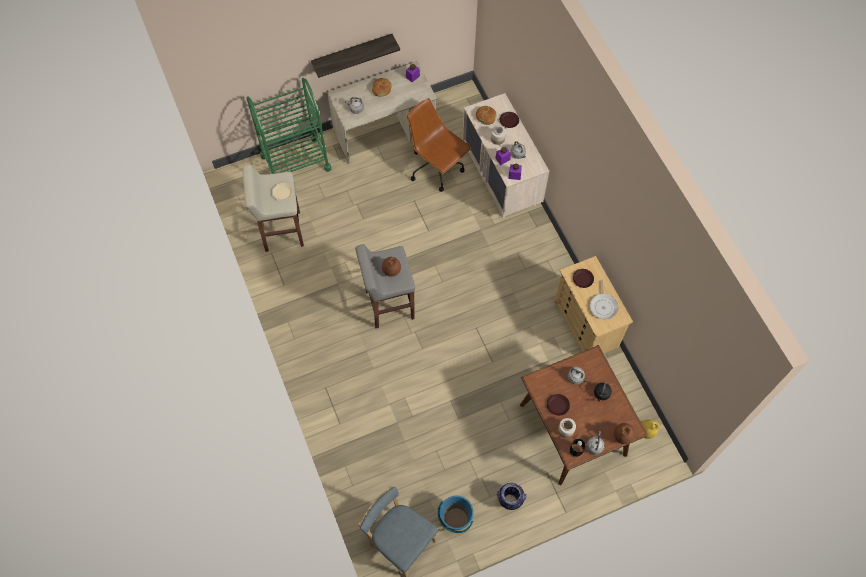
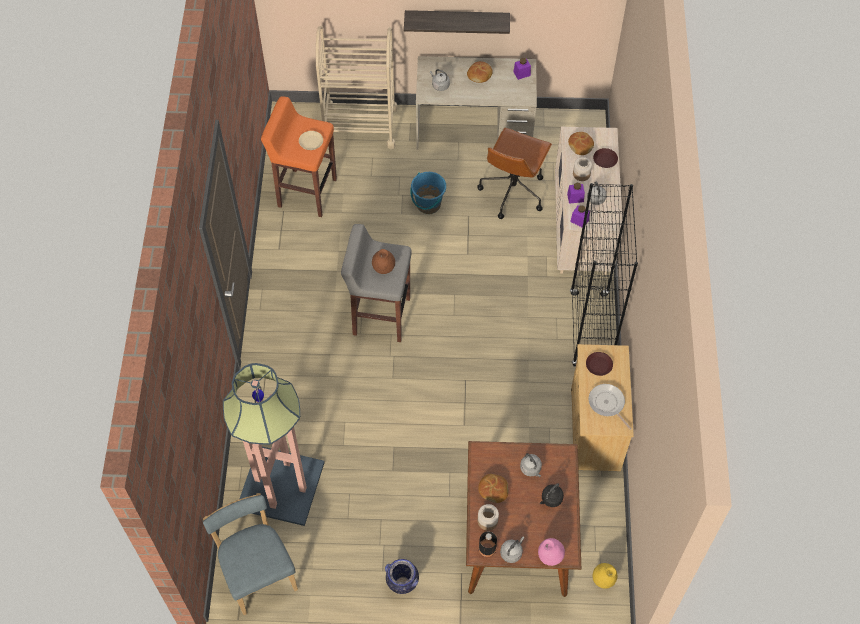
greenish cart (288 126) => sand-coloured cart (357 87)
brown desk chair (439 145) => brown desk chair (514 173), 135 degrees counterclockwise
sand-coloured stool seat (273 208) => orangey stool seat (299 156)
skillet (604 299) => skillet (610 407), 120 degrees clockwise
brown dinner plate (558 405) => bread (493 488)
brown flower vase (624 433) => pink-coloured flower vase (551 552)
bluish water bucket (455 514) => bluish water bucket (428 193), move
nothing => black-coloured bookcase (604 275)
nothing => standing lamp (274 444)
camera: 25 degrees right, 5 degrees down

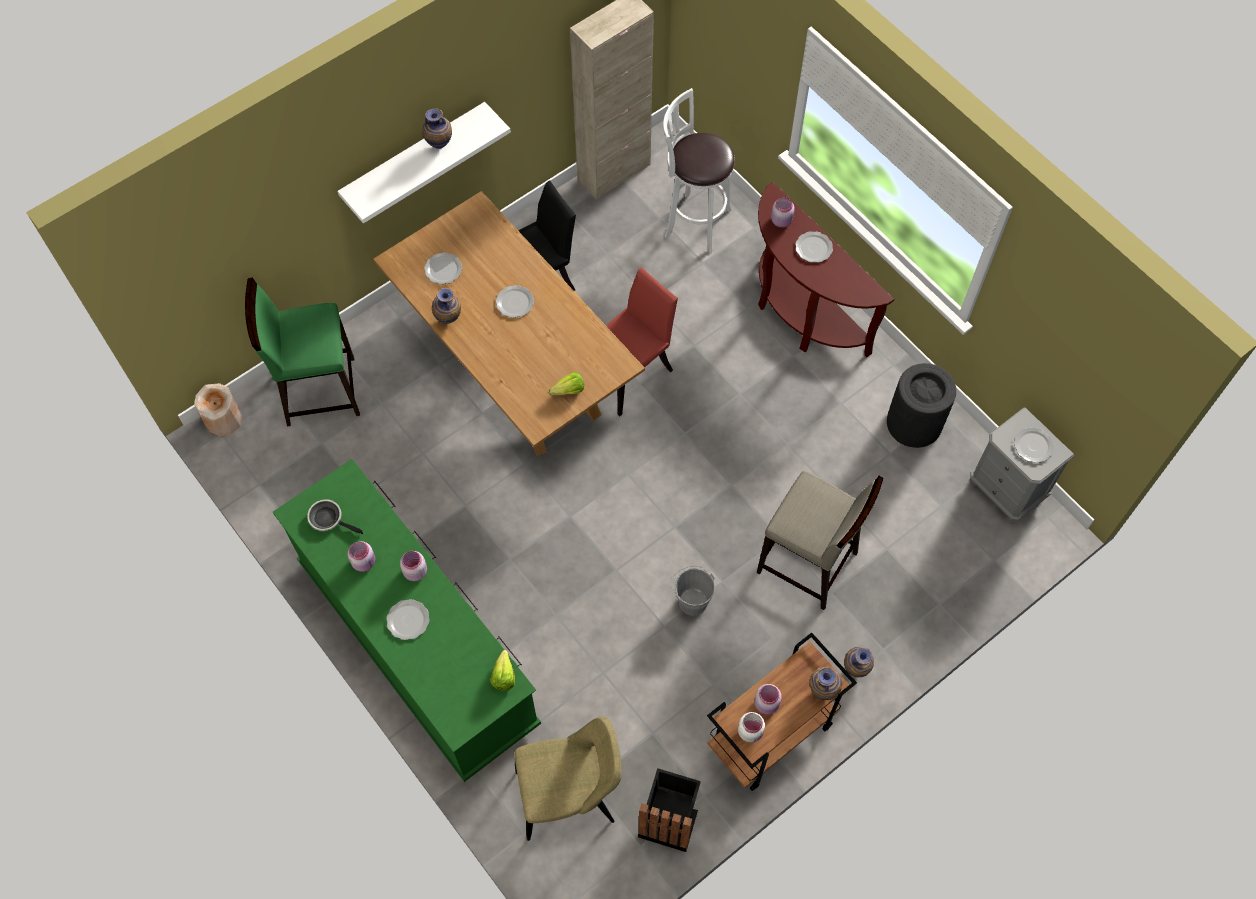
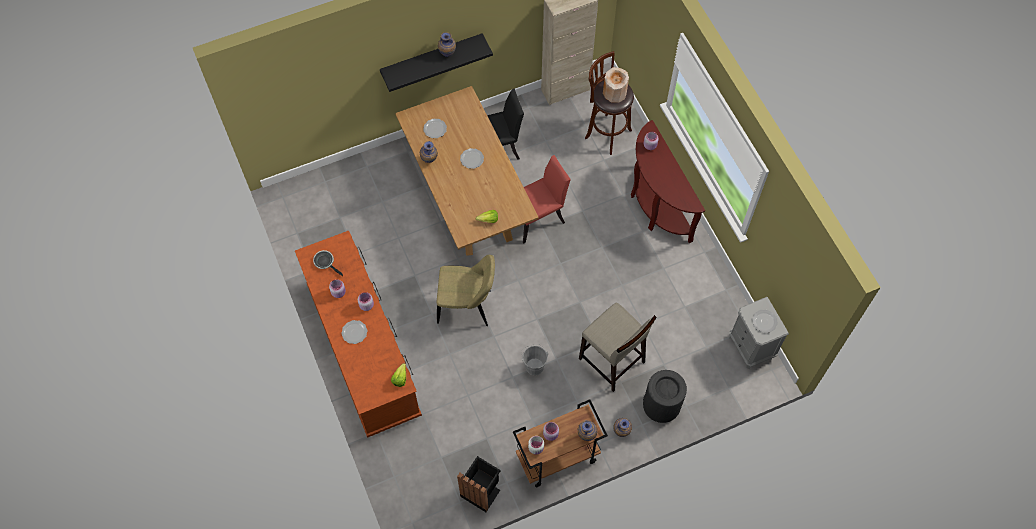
white-coloured stool seat (699 170) => brown stool seat (609 103)
white-coloured bracket shelf (424 162) => black-coloured bracket shelf (436 62)
dinner plate (814 247) => nothing
greenish stool seat (302 351) => nothing
black-coloured rubbish bin (921 405) => black-coloured rubbish bin (665 396), move
sand-coloured flower vase (218 410) => sand-coloured flower vase (616 85), move
greenish dresser (407 620) => brown dresser (358 334)
sand-coloured chair (568 779) => sand-coloured chair (466 290), move
camera: 15 degrees right, 0 degrees up

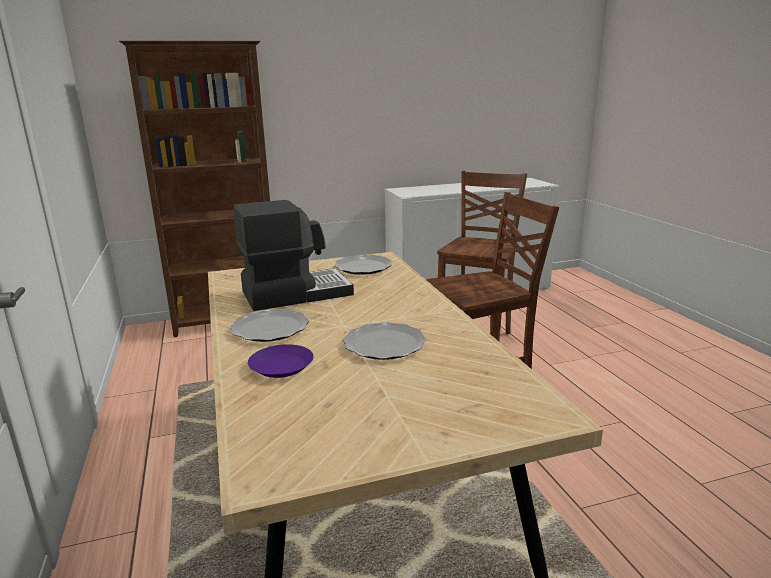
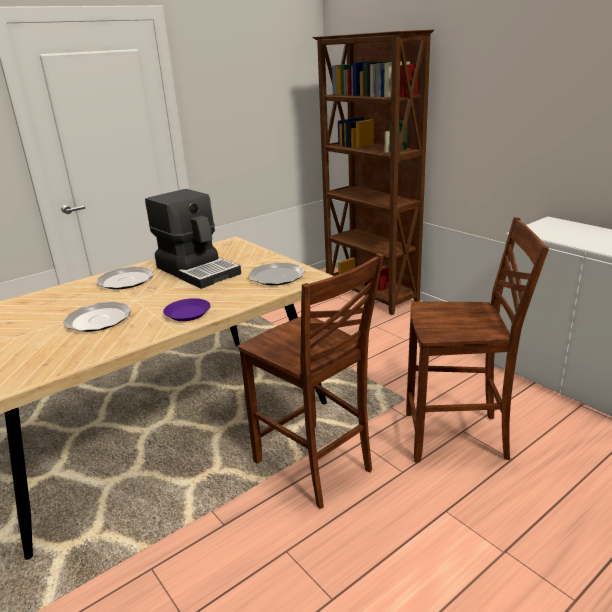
purple-coloured dinner plate (281 361) => purple-coloured dinner plate (187 309), move
camera: 70 degrees right, 5 degrees up

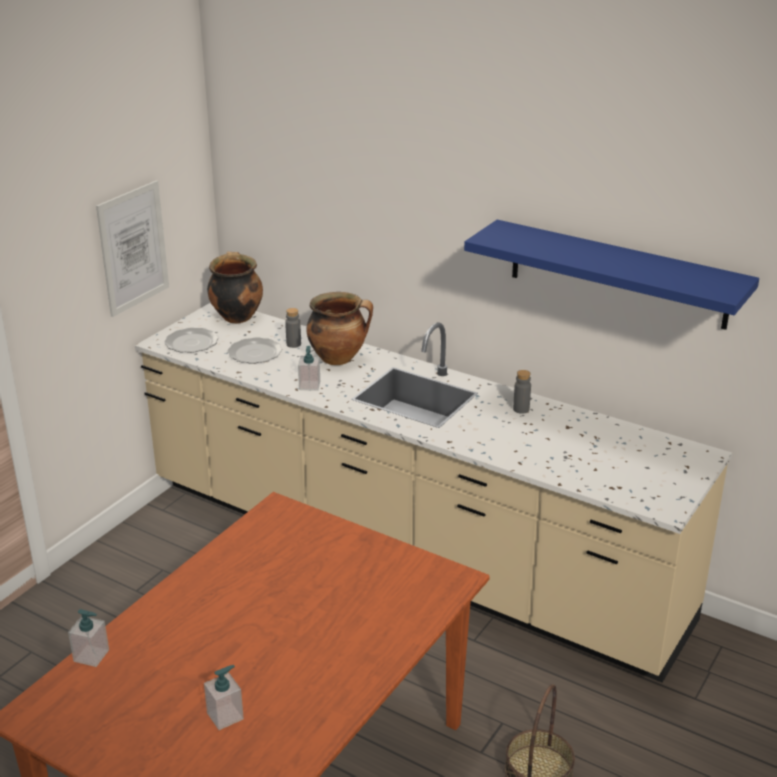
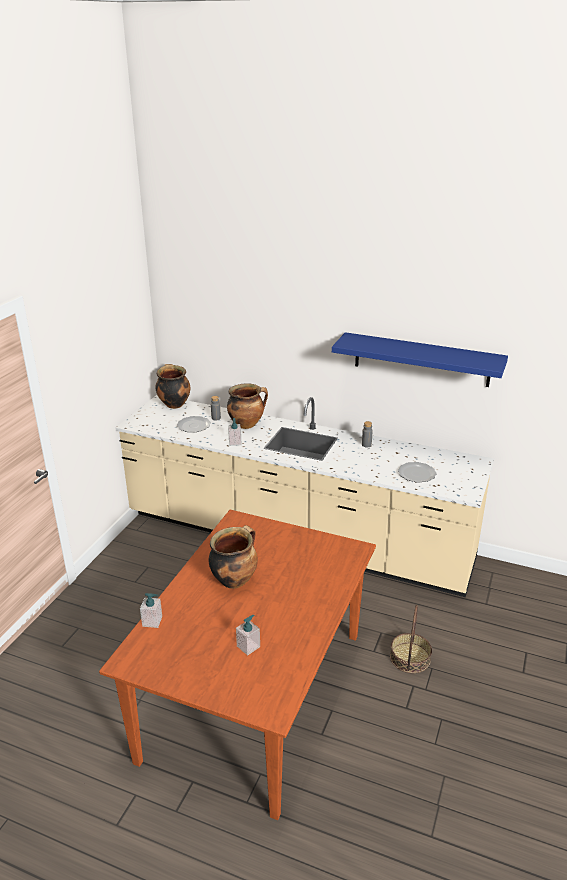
wall picture (132 248) => nothing
dinner plate (191 340) => dinner plate (417 472), move
nothing => stockpot (233 557)
camera: 10 degrees left, 0 degrees up

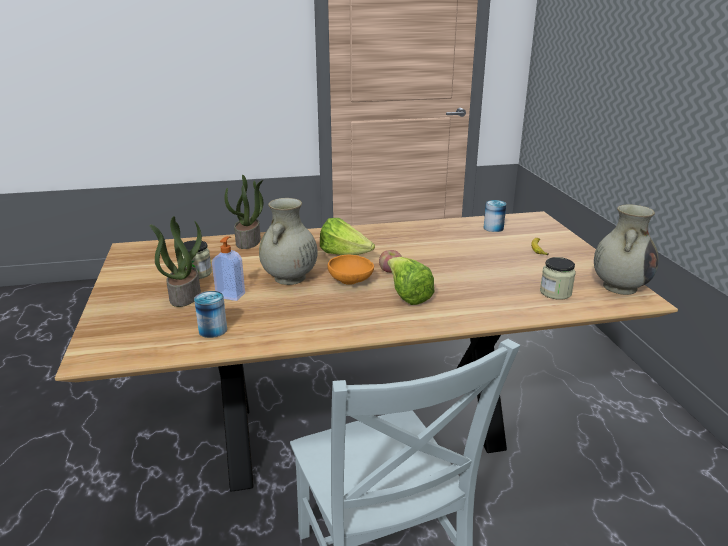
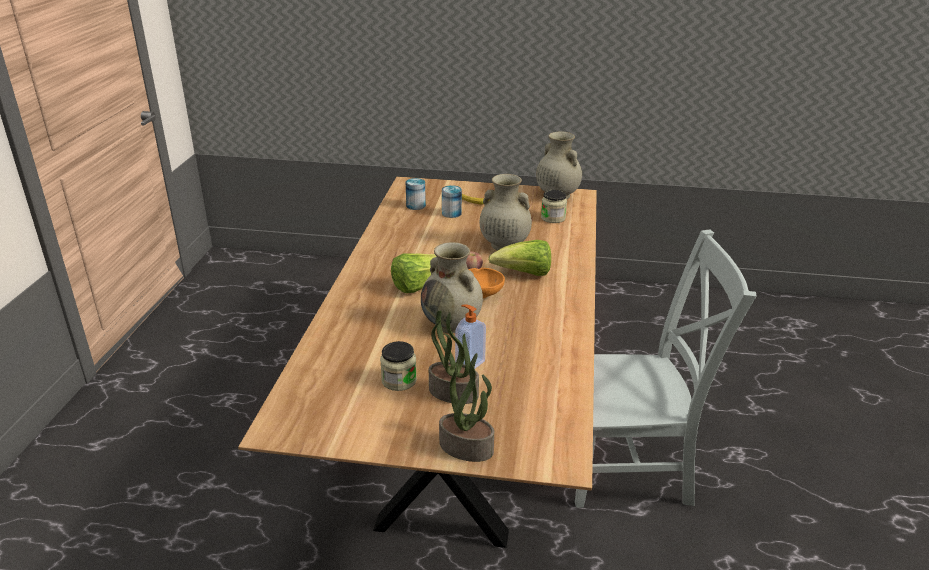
houseplant (243 212) => houseplant (466 407), move
sealed can (210 314) => sealed can (452 201), move
nothing => sand-coloured flower vase (506 212)
camera: 70 degrees left, 5 degrees up

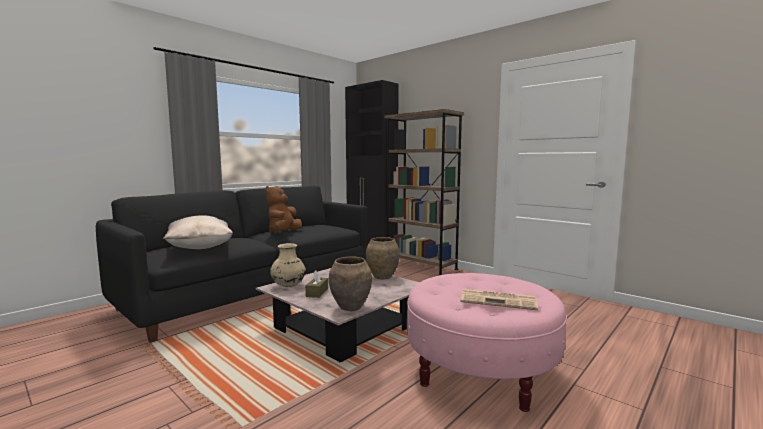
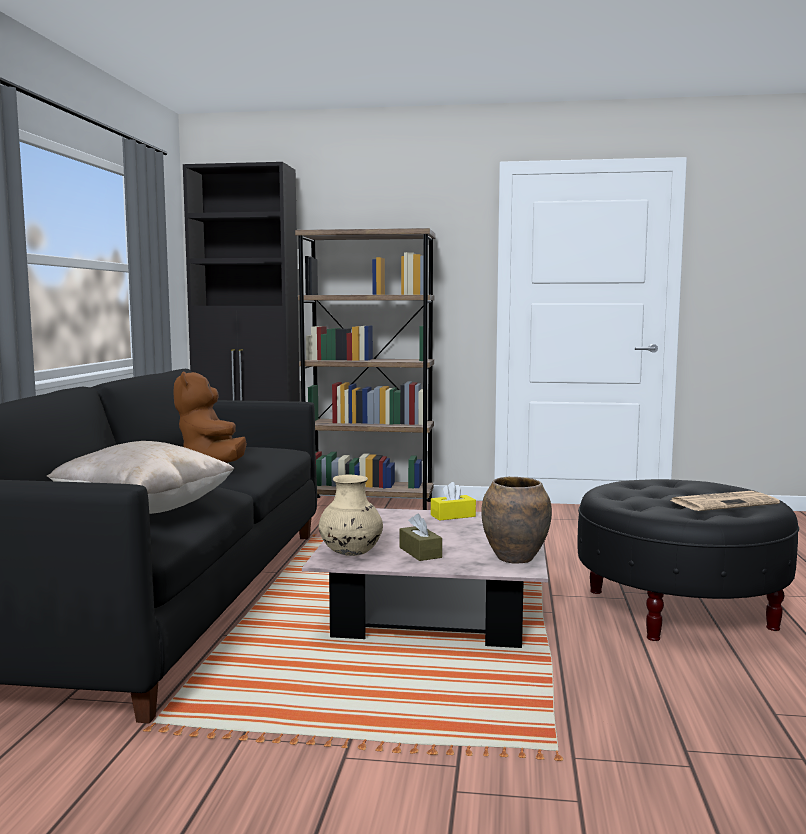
brown flower vase (383 258) => yellow-coloured box of tissues (453 501)
pink-coloured ottoman (487 342) => black-coloured ottoman (688 560)
camera: 35 degrees left, 0 degrees up

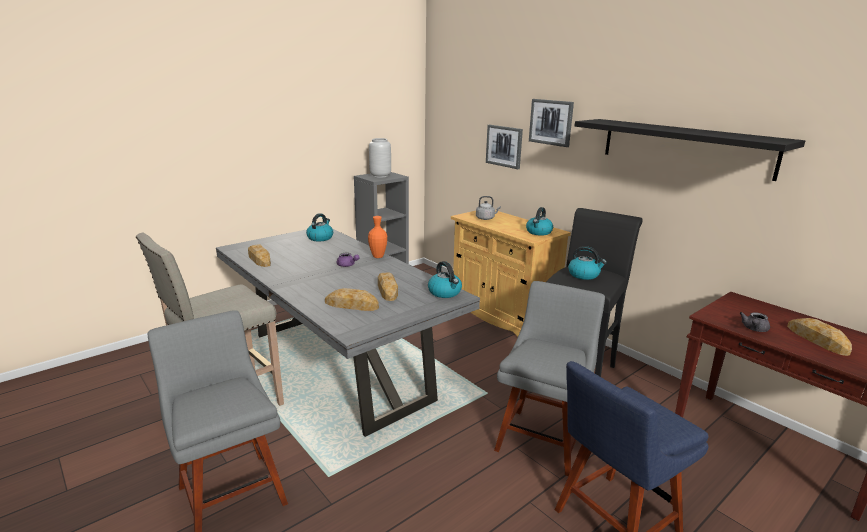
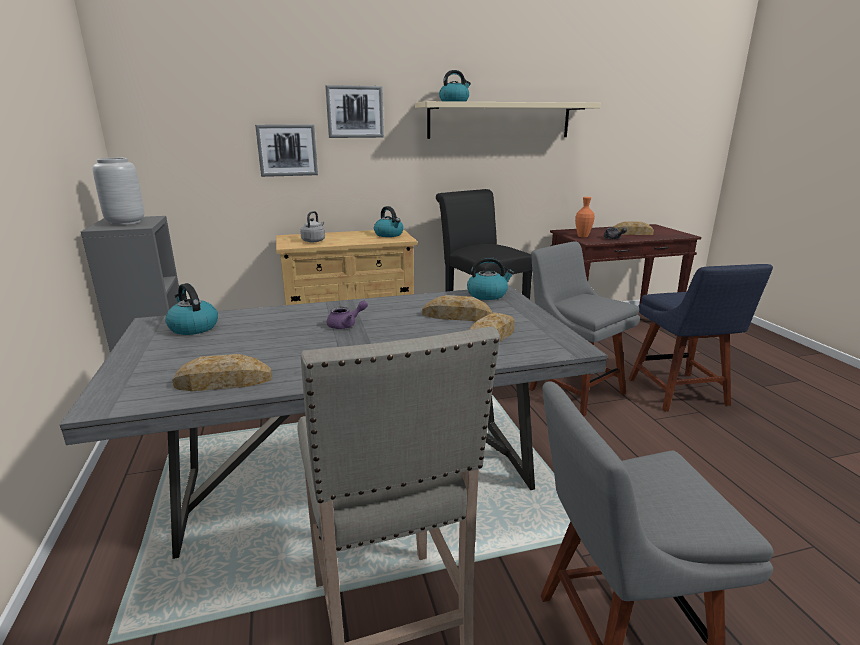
black-coloured bracket shelf (690 150) => sand-coloured bracket shelf (508 120)
orangey flower vase (377 237) => orangey flower vase (585 217), move
water kettle (587 263) => water kettle (455 86), move
camera: 65 degrees left, 0 degrees up

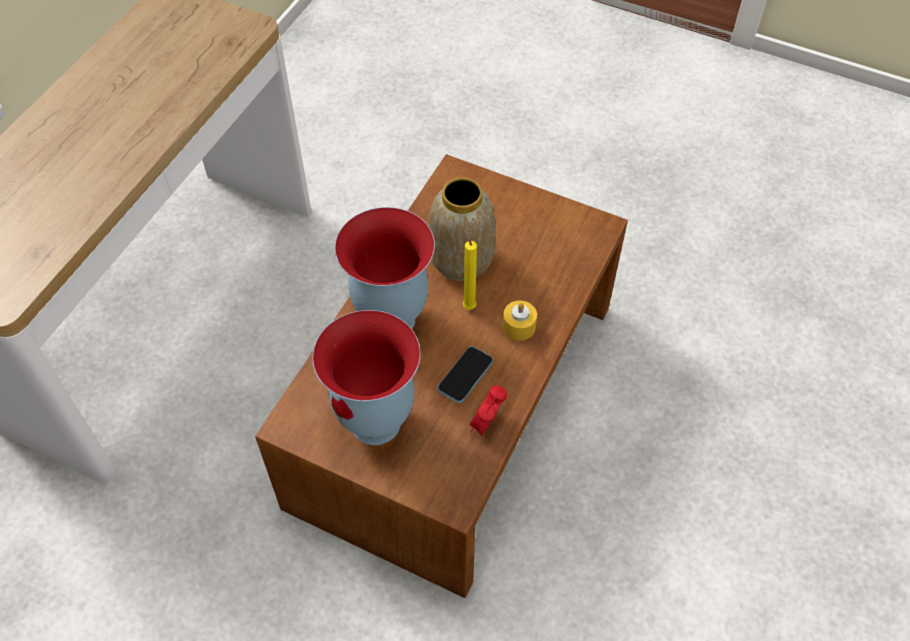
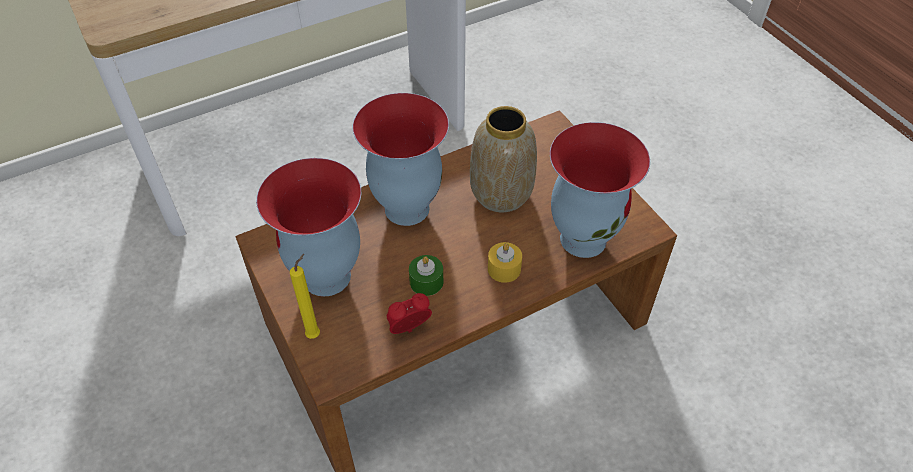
yellow-coloured candle (470 269) => yellow-coloured candle (305 296), move
phone (465 374) => greenish candle (426 275)
nothing => flower vase (600 190)
camera: 35 degrees right, 5 degrees down

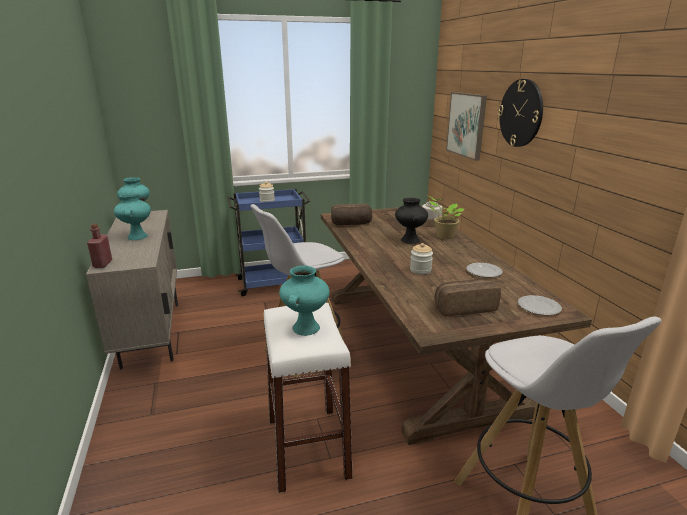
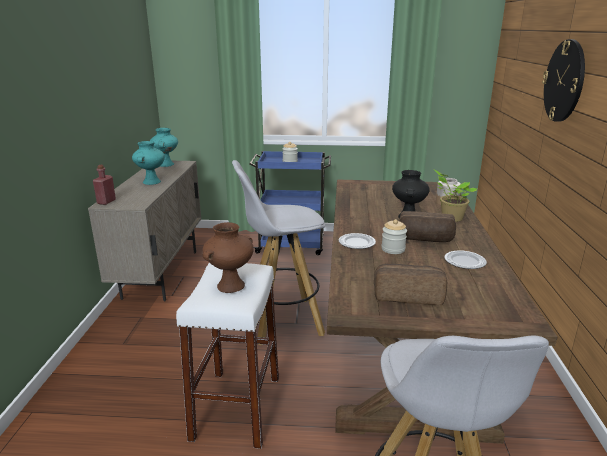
wall picture (466 126) => nothing
bread (351 214) => bread (427 226), move
turquoise-coloured flower vase (304 301) => brown flower vase (228 257)
dinner plate (540 305) => dinner plate (357 241), move
camera: 20 degrees right, 0 degrees up

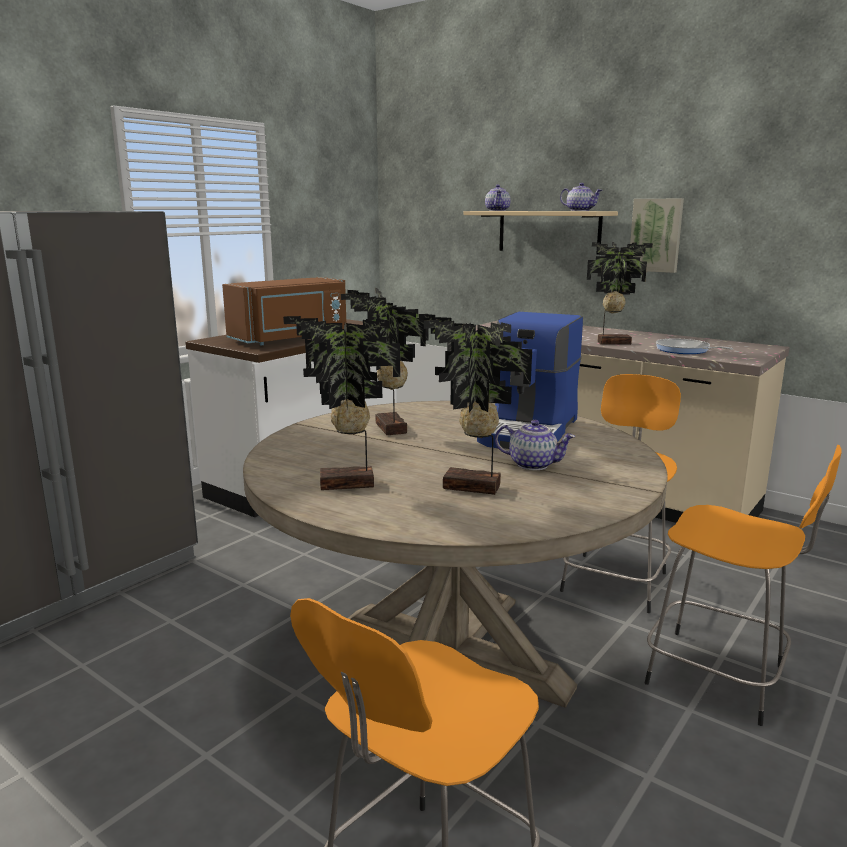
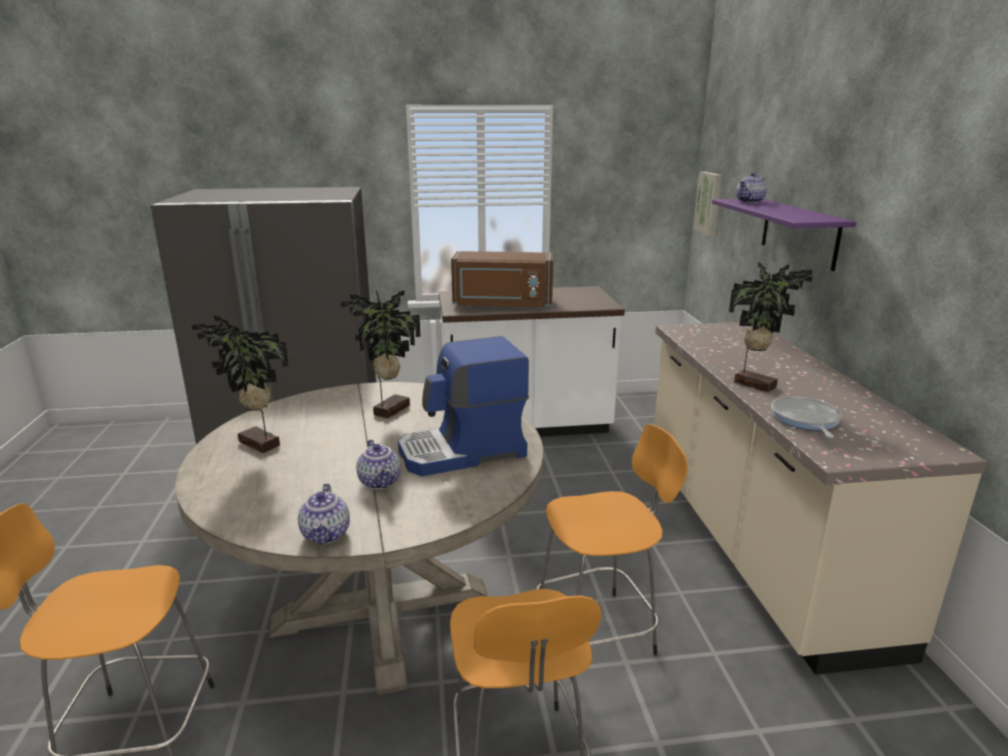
pot for tea (581 197) => pot for tea (324 514), move
wall picture (657 236) => wall picture (707 204), move
sand-coloured bracket shelf (540 233) => purple-coloured bracket shelf (784 235)
houseplant (475 404) => nothing
camera: 45 degrees right, 5 degrees up

